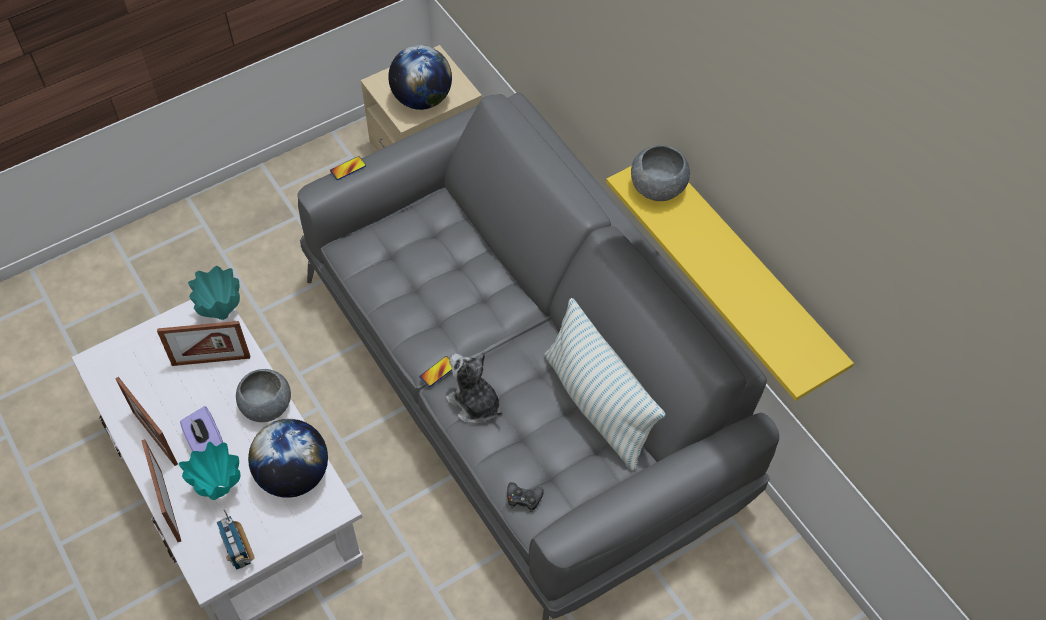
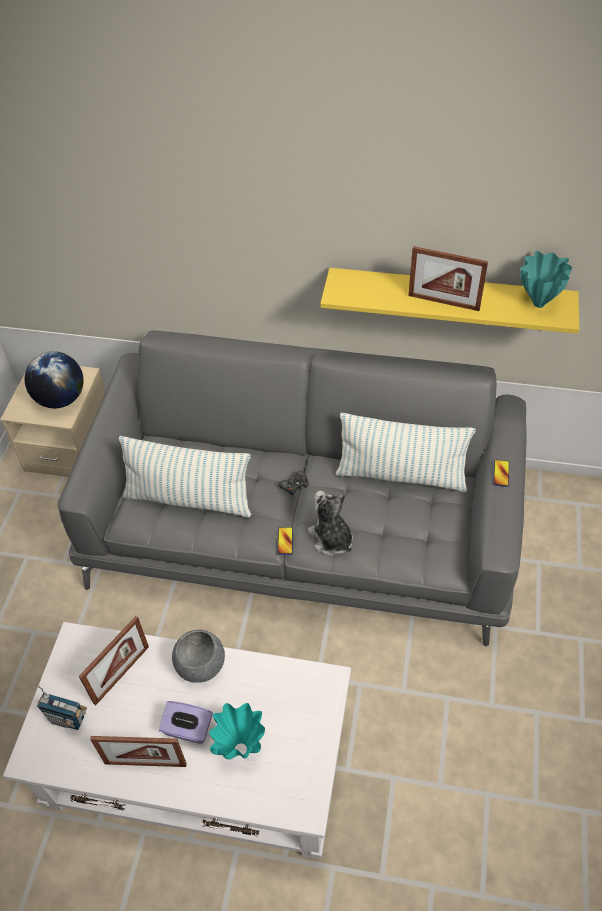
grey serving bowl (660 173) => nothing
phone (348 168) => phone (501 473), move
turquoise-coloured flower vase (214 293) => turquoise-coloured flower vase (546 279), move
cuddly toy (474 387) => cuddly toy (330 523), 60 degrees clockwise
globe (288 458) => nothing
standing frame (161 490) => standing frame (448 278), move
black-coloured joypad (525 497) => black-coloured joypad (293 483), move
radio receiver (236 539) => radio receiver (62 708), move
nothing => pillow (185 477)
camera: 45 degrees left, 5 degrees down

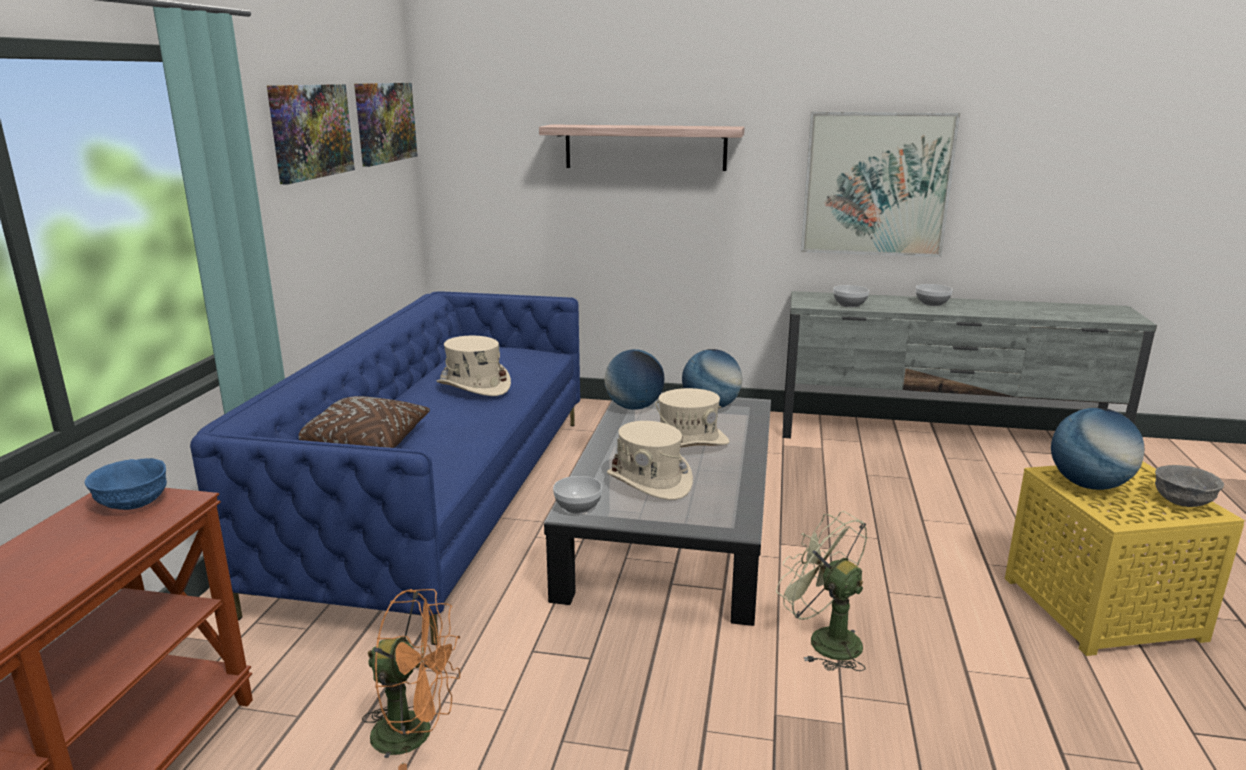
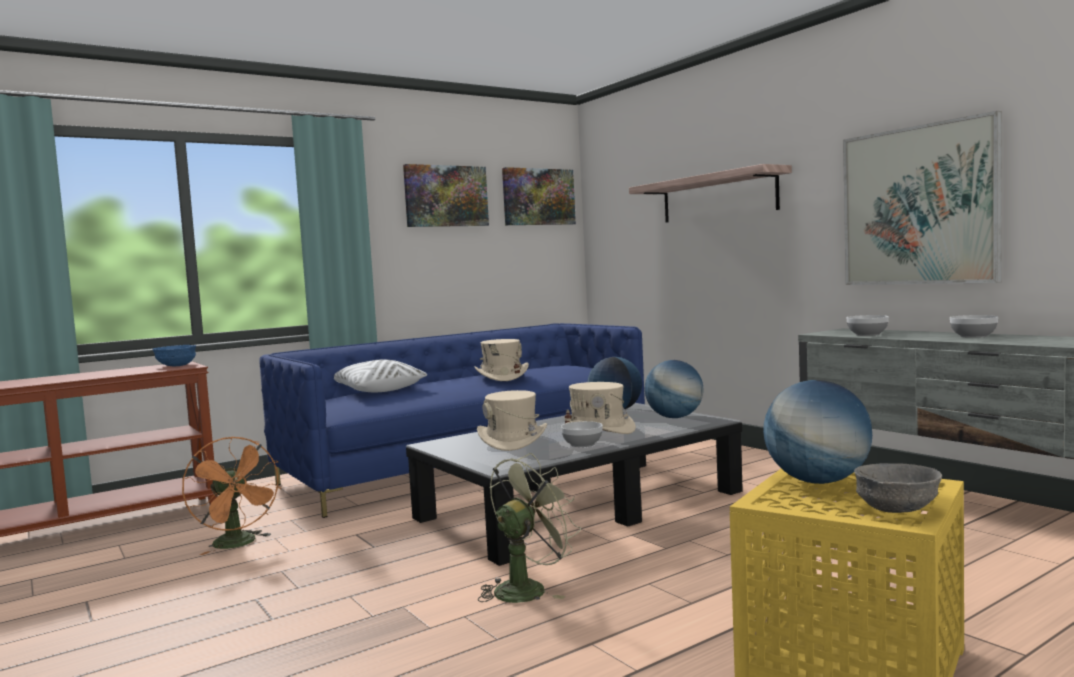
brown pillow (364 422) => white-coloured pillow (380 375)
serving bowl (577 495) => serving bowl (582 434), move
greenish electric fan (821 591) => greenish electric fan (529 528), 45 degrees clockwise
camera: 45 degrees right, 15 degrees down

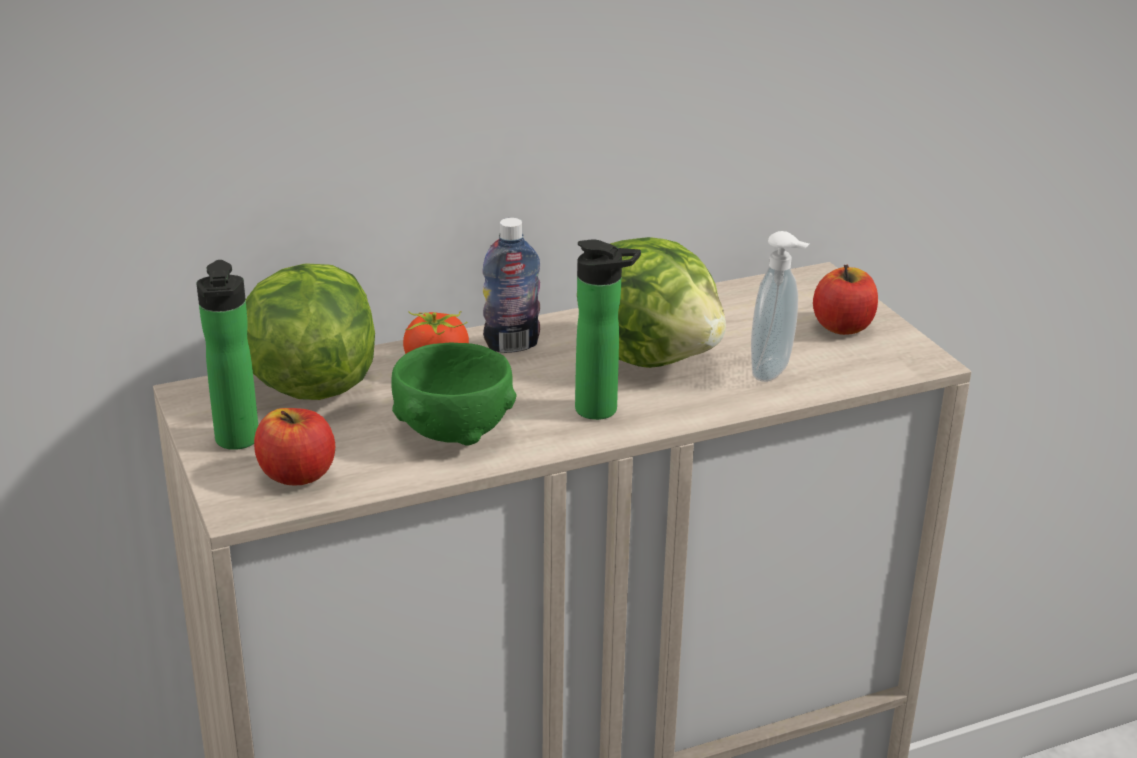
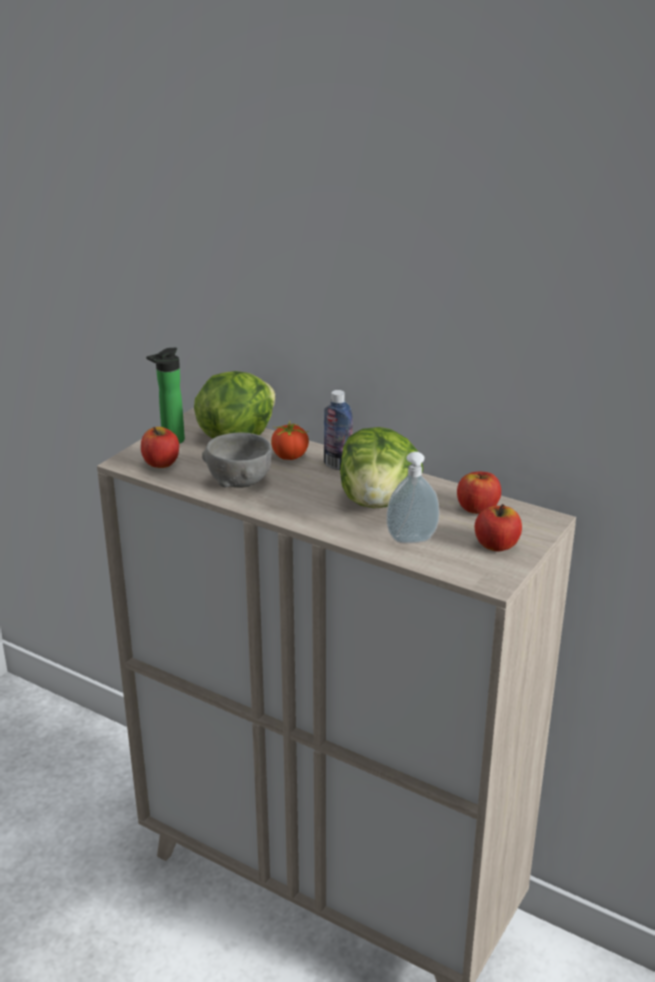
beverage bottle (608 330) => nothing
greenish serving bowl (454 394) => grey serving bowl (237 460)
nothing => apple fruit (479 493)
camera: 55 degrees right, 0 degrees up

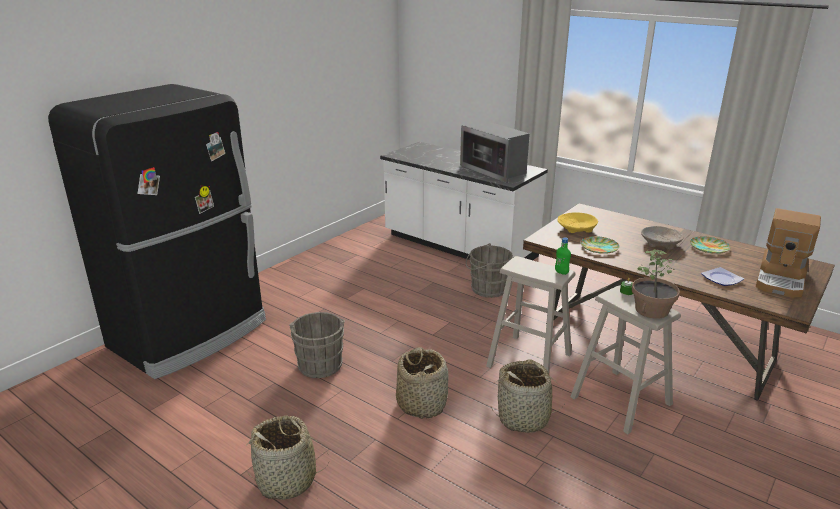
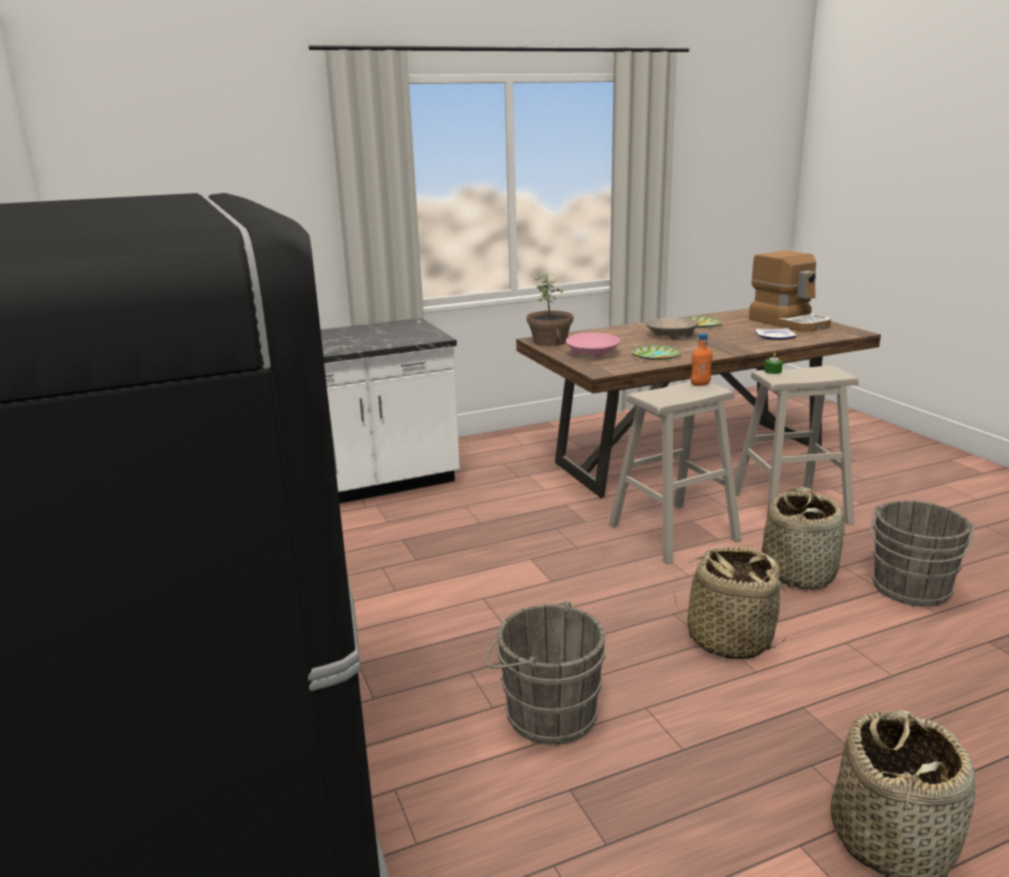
kitchen microwave (495 153) => nothing
yellow-coloured serving bowl (577 222) => pink-coloured serving bowl (593 344)
greenish beverage bottle (563 256) => orangey beverage bottle (702 359)
grey water bucket (489 270) => grey water bucket (922 554), move
houseplant (656 284) => houseplant (550 309), move
camera: 60 degrees left, 5 degrees down

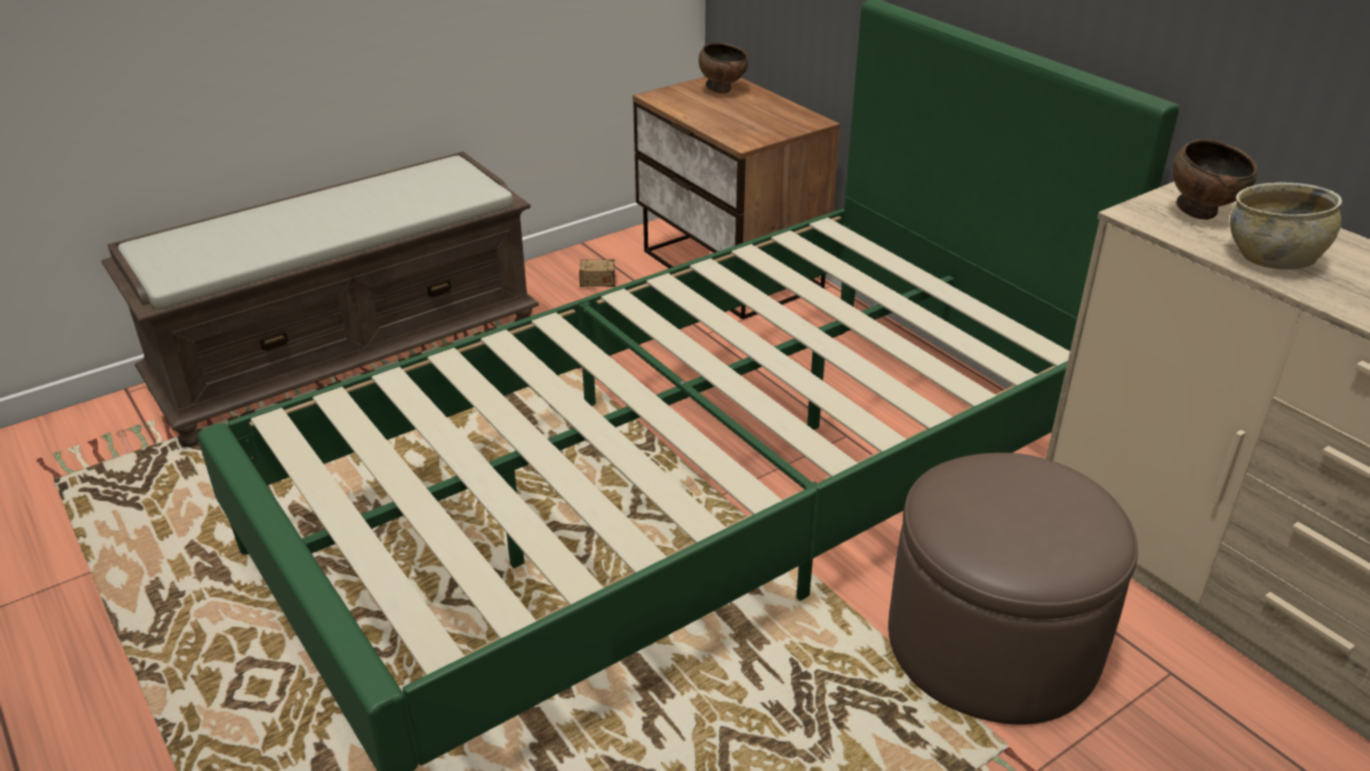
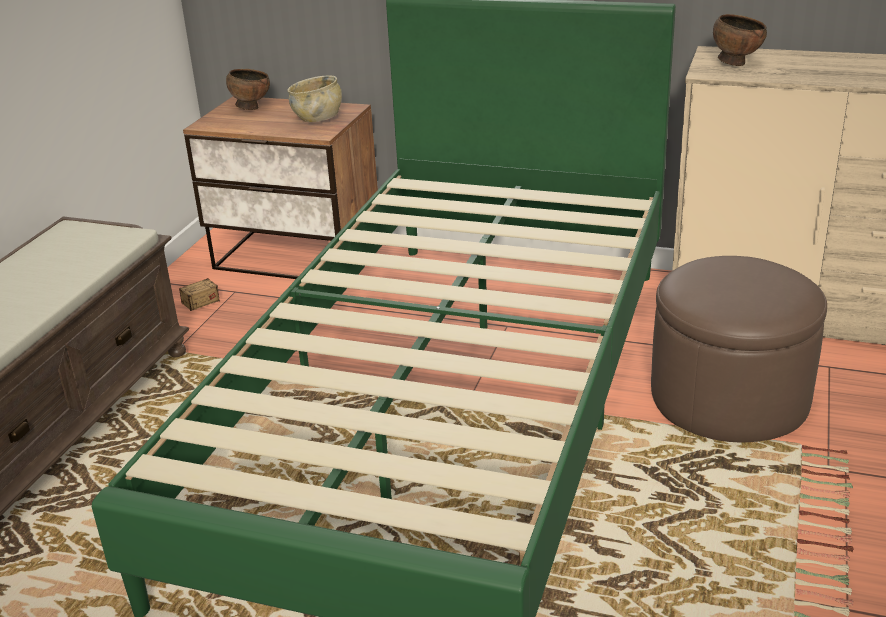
sand-coloured serving bowl (1286 226) => sand-coloured serving bowl (315 98), move
camera: 35 degrees left, 5 degrees down

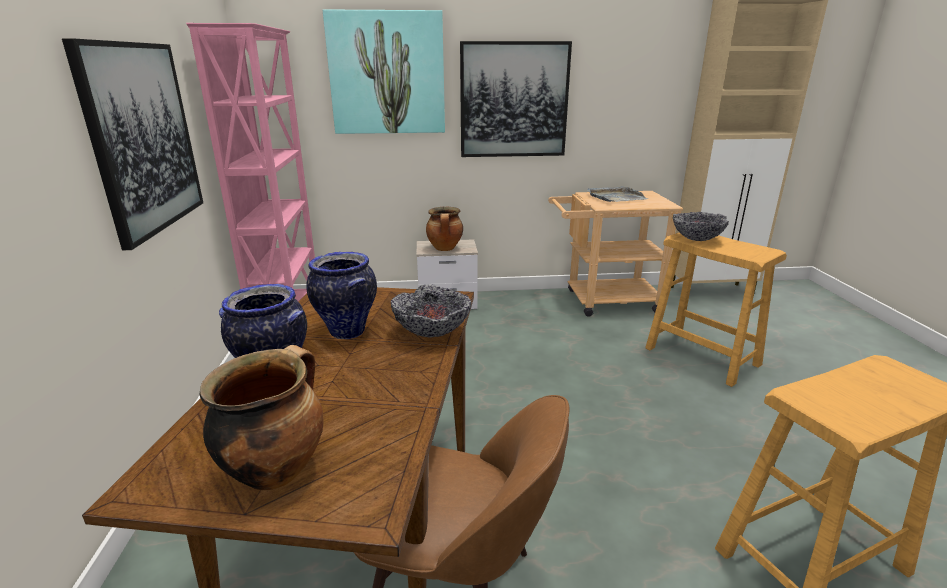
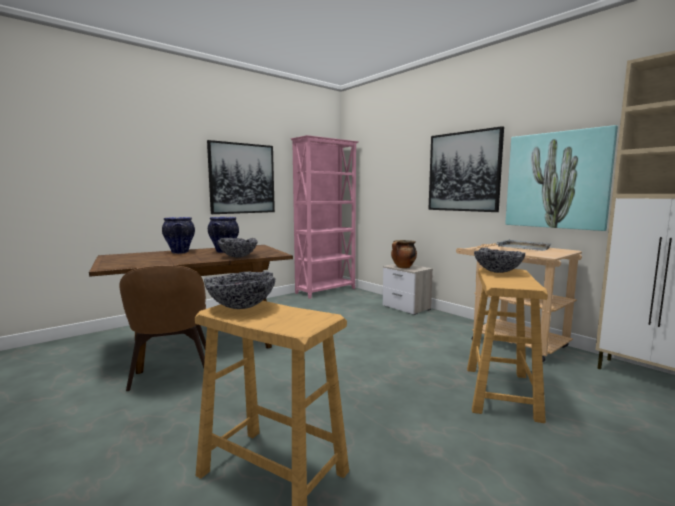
wall picture (384 72) => wall picture (561 178), move
stockpot (262 418) => nothing
nothing => serving bowl (240 290)
camera: 55 degrees right, 15 degrees down

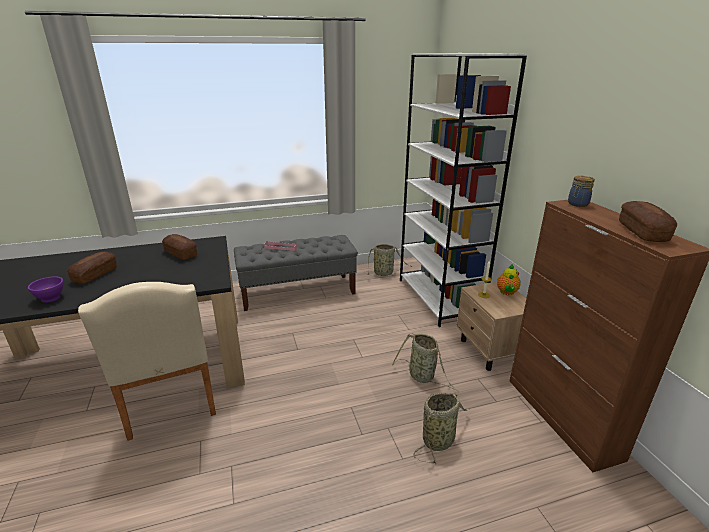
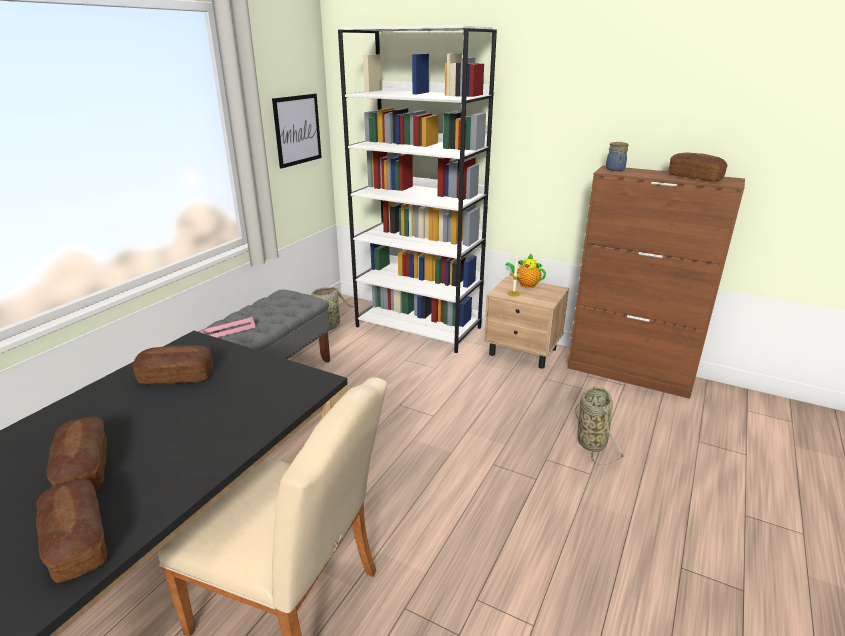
pot for tea (509 280) => pot for tea (525 271), 150 degrees clockwise
purple-coloured serving bowl (46 289) => bread (71 530)
basket (425 362) => nothing
nothing => wall picture (297 131)
camera: 45 degrees left, 0 degrees up

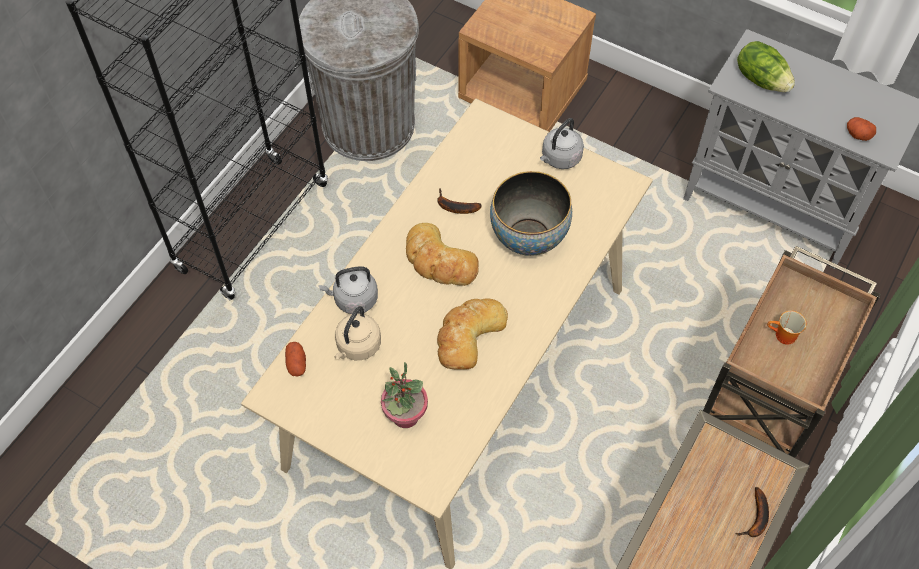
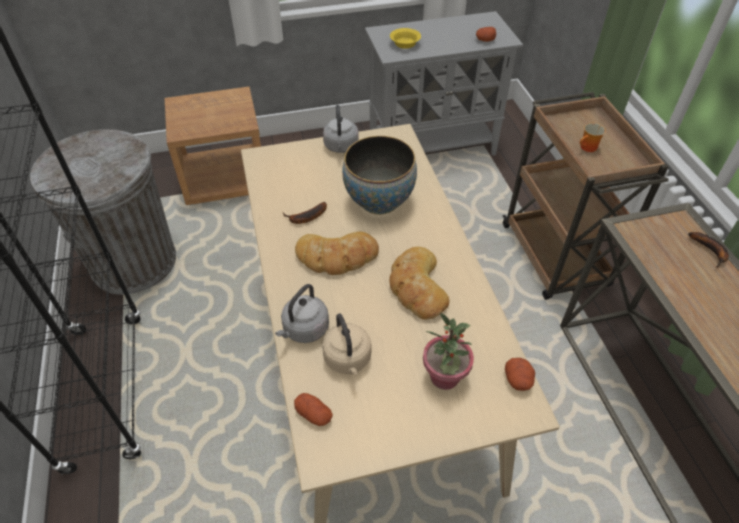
head of lettuce (766 66) => yellow-coloured serving bowl (405 38)
nothing => spud (520 374)
camera: 45 degrees left, 10 degrees down

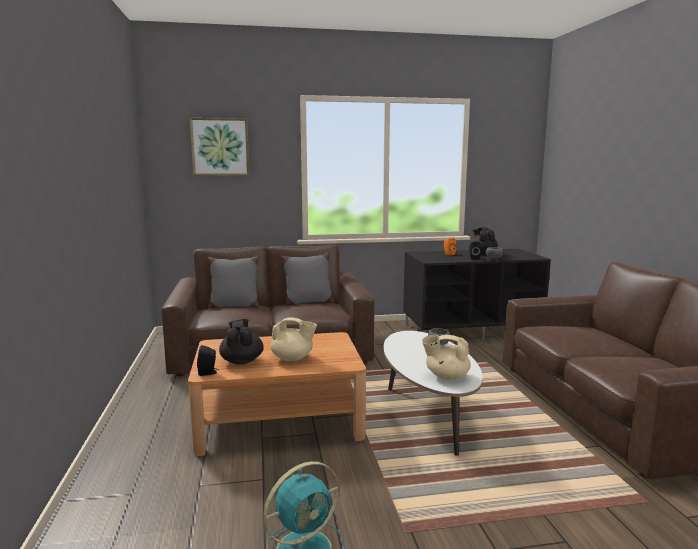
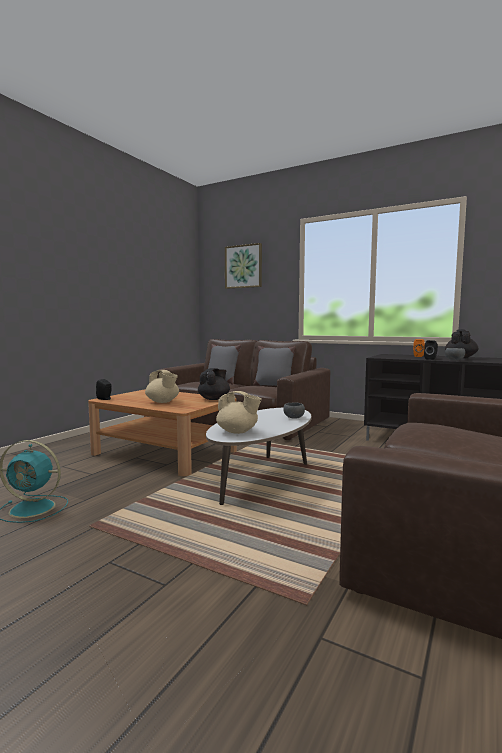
black-coloured pot for tea (241 341) => black-coloured pot for tea (214 384), move
sand-coloured pot for tea (446 357) => sand-coloured pot for tea (239 412), 150 degrees clockwise
camera: 40 degrees right, 5 degrees down

